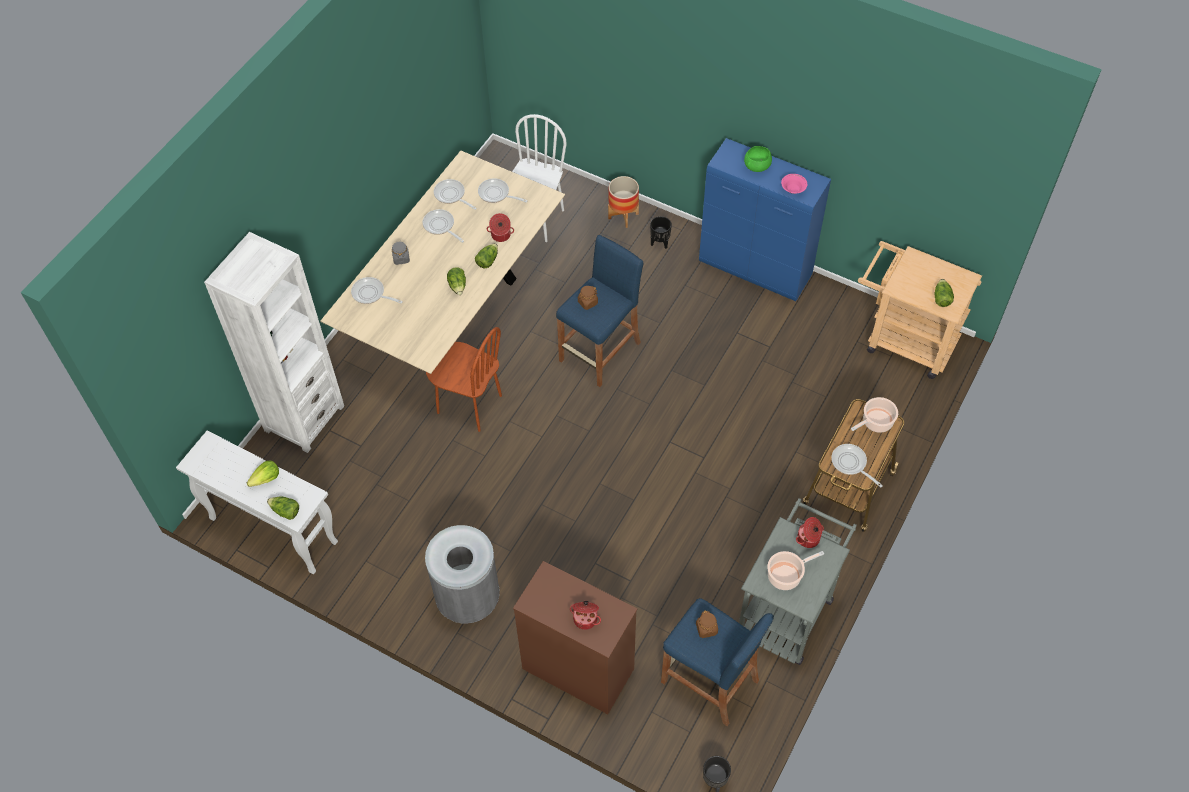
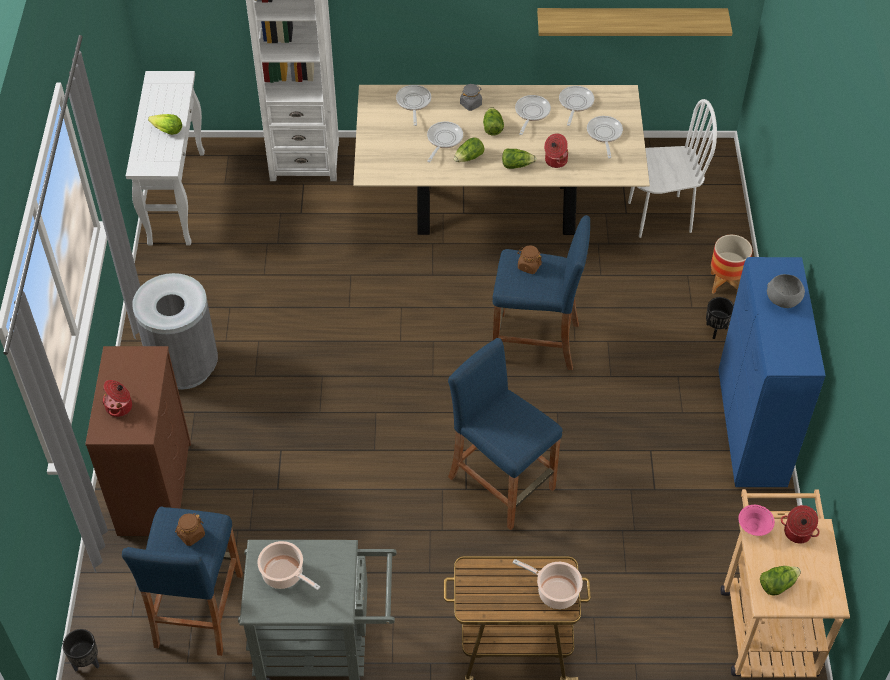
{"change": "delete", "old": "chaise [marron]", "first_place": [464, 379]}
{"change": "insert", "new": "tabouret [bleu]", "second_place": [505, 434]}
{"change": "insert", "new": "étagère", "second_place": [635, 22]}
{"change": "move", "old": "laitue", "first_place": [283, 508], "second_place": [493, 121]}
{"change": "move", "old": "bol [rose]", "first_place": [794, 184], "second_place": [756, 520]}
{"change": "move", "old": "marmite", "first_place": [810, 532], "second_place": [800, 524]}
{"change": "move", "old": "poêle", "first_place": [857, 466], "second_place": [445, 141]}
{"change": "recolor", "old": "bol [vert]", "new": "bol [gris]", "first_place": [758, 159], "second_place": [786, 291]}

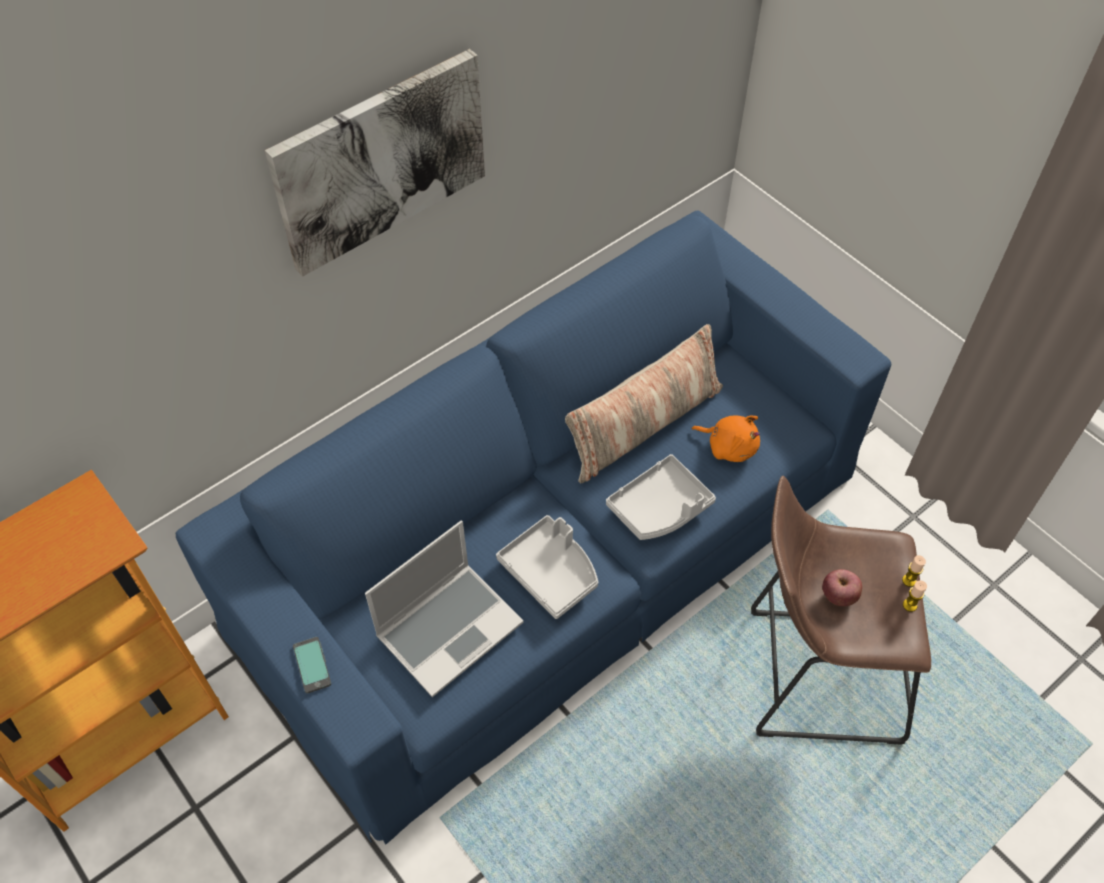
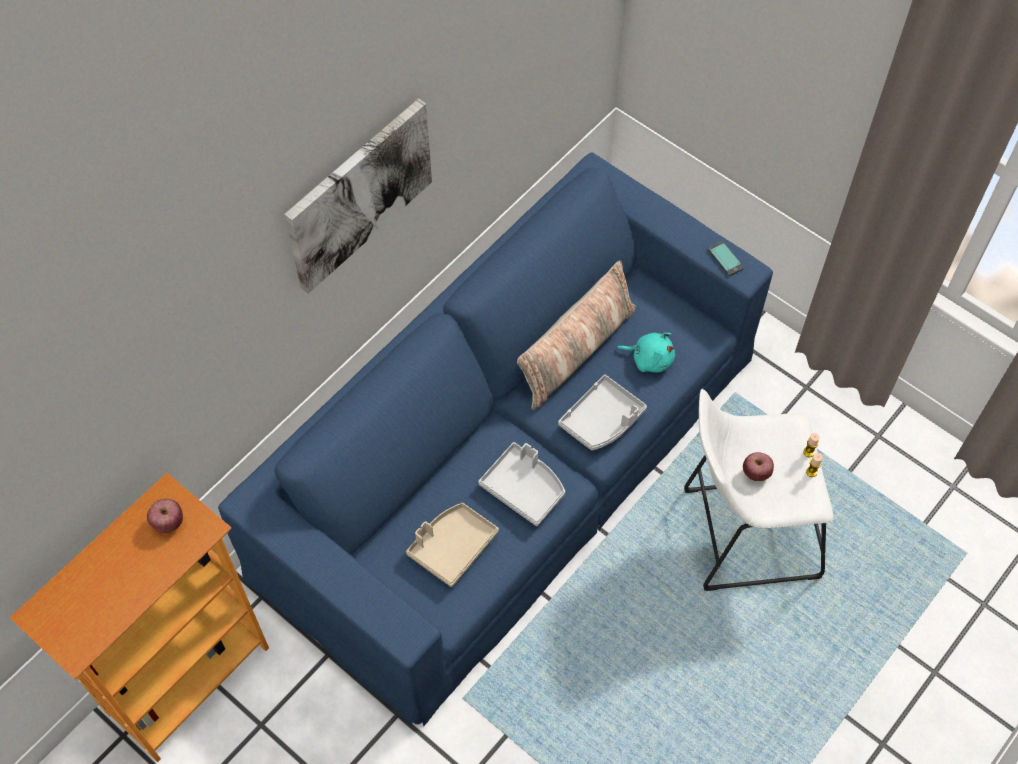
{"change": "insert", "new": "pomme", "second_place": [165, 516]}
{"change": "move", "old": "téléphone", "first_place": [312, 665], "second_place": [726, 258]}
{"change": "replace", "old": "ordinateur portable", "new": "plateau [beige]", "first_place": [444, 609], "second_place": [452, 545]}
{"change": "recolor", "old": "peluche [orange]", "new": "peluche [turquoise]", "first_place": [726, 438], "second_place": [645, 352]}
{"change": "recolor", "old": "tabouret [marron]", "new": "tabouret [blanc]", "first_place": [841, 610], "second_place": [759, 490]}

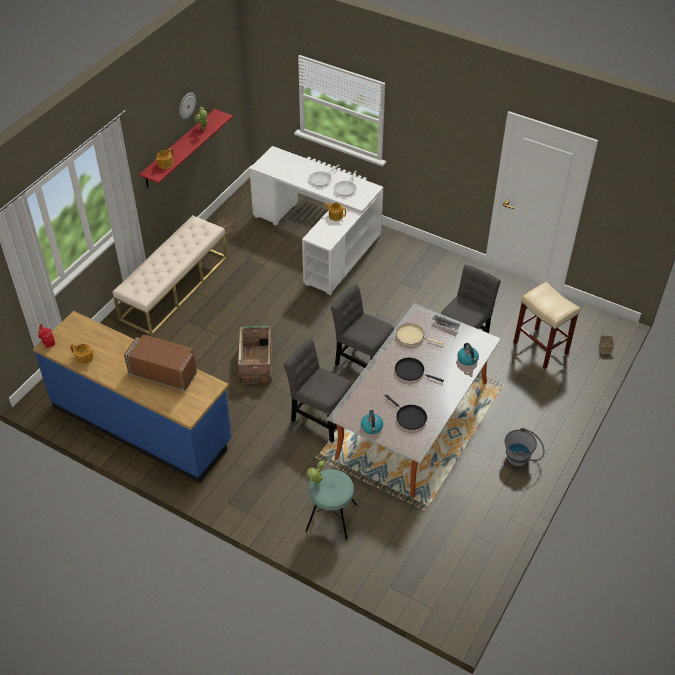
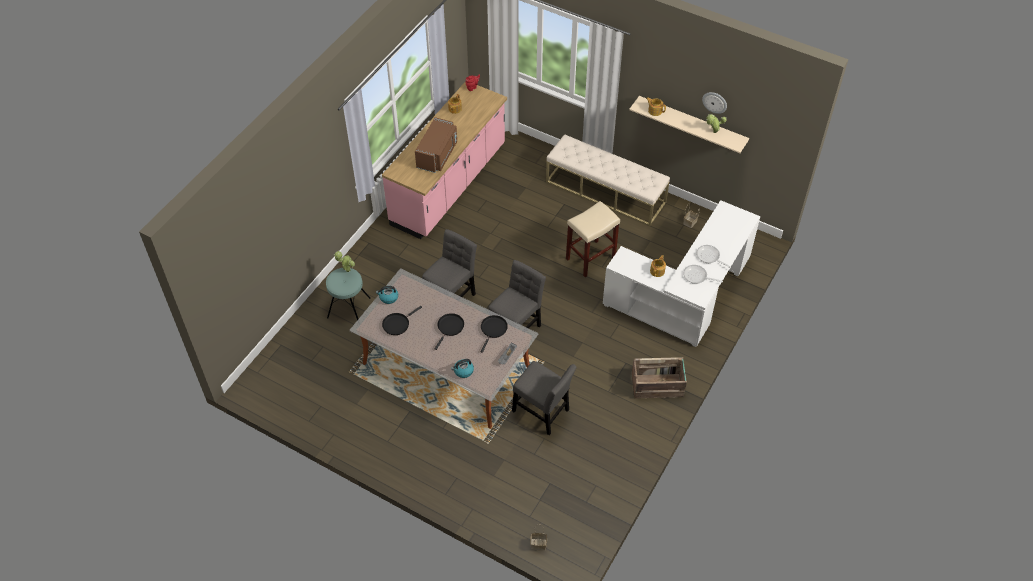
{"change": "delete", "old": "seau [gris]", "first_place": [525, 447]}
{"change": "move", "old": "caisse", "first_place": [255, 354], "second_place": [659, 377]}
{"change": "move", "old": "tabouret [beige]", "first_place": [546, 325], "second_place": [593, 239]}
{"change": "recolor", "old": "comptoir de cuisine [bleu]", "new": "comptoir de cuisine [rose]", "first_place": [132, 397], "second_place": [444, 160]}
{"change": "recolor", "old": "étagère [rouge]", "new": "étagère [beige]", "first_place": [186, 148], "second_place": [689, 124]}
{"change": "recolor", "old": "poêle [beige]", "new": "poêle [noir]", "first_place": [420, 334], "second_place": [494, 334]}

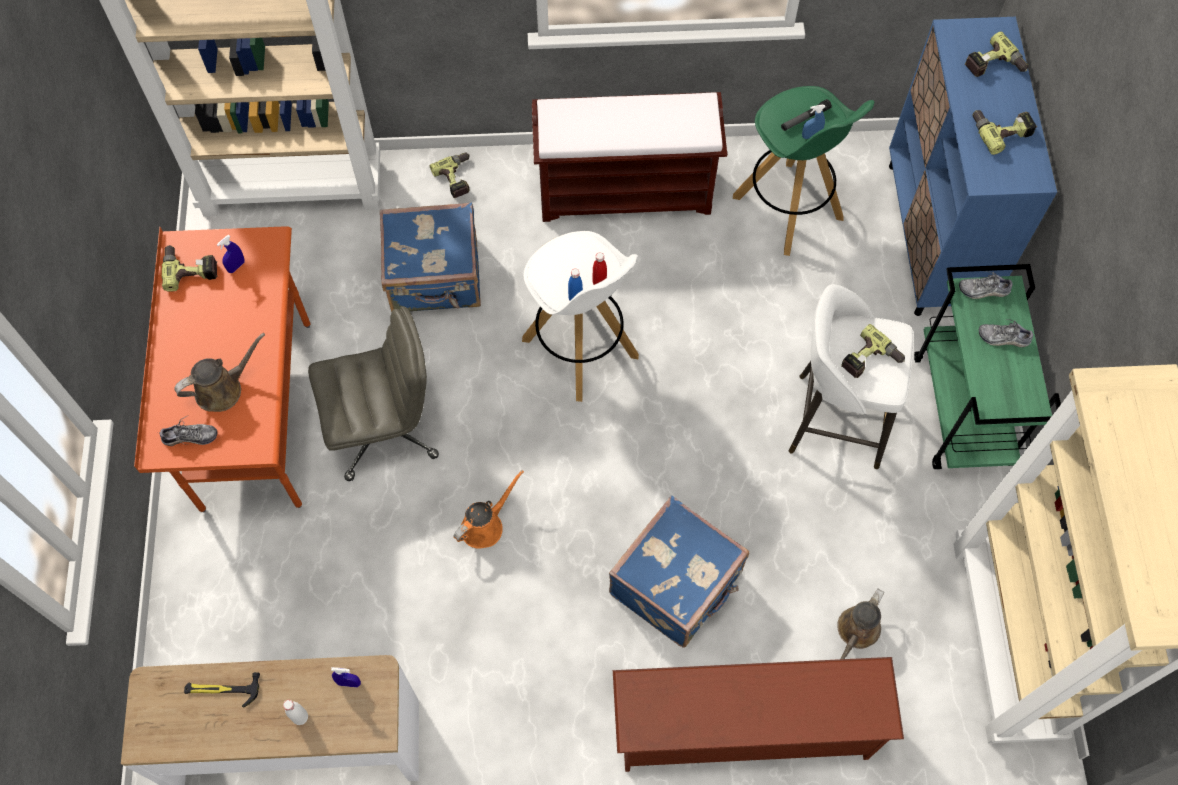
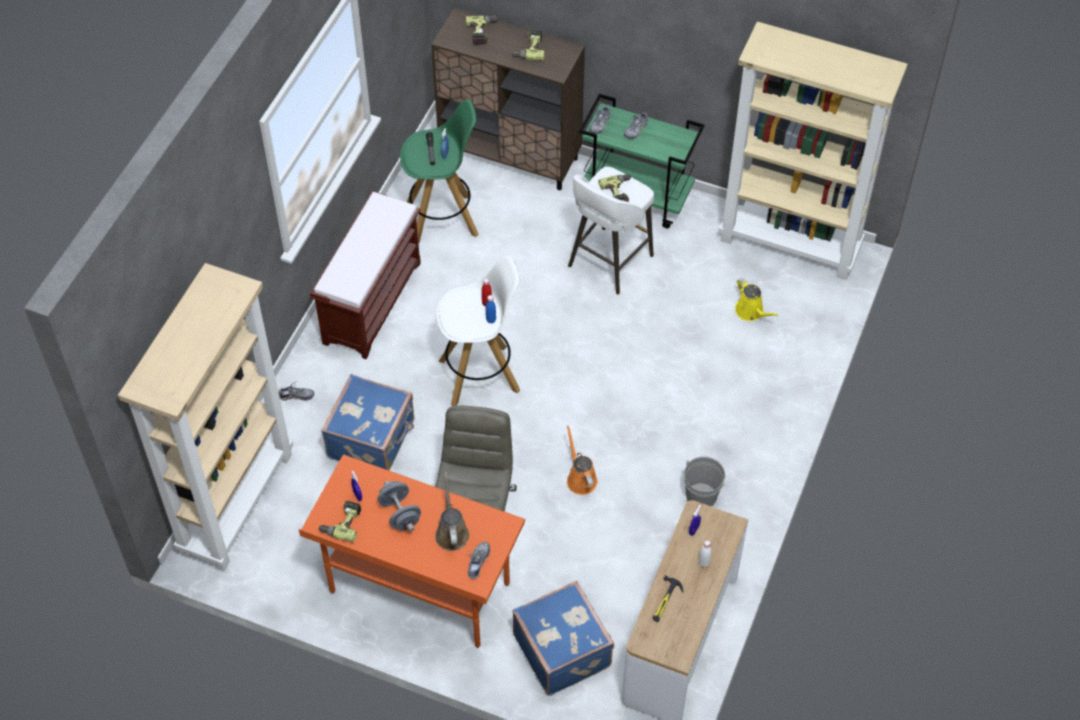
{"change": "delete", "old": "étagère à chaussures [marron]", "first_place": [758, 714]}
{"change": "insert", "new": "haltère [gris]", "second_place": [399, 506]}
{"change": "insert", "new": "seau [gris]", "second_place": [705, 481]}
{"change": "move", "old": "valise [bleu]", "first_place": [679, 572], "second_place": [563, 638]}
{"change": "replace", "old": "perceuse", "new": "chaussure", "first_place": [449, 175], "second_place": [296, 391]}
{"change": "recolor", "old": "arrosoir [marron]", "new": "arrosoir [jaune]", "first_place": [860, 623], "second_place": [756, 299]}
{"change": "recolor", "old": "meuble de rangement [bleu]", "new": "meuble de rangement [marron]", "first_place": [973, 166], "second_place": [508, 99]}

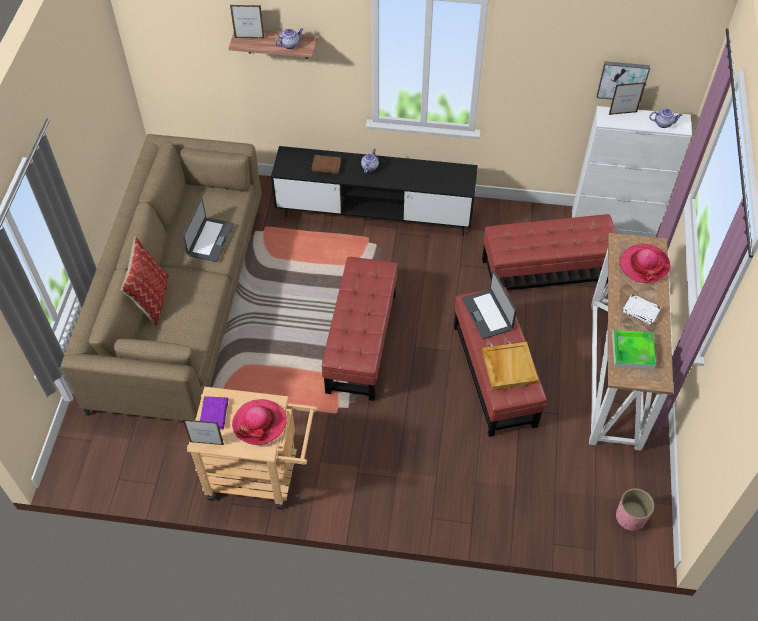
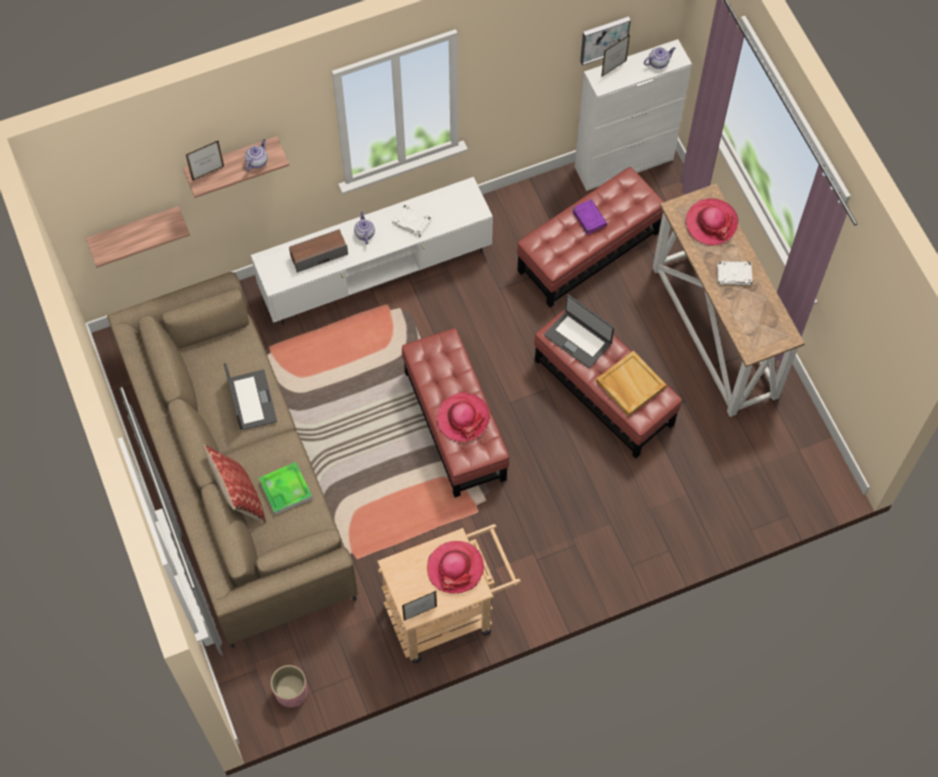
{"change": "insert", "new": "étagère", "second_place": [138, 237]}
{"change": "insert", "new": "livre [blanc]", "second_place": [412, 221]}
{"change": "insert", "new": "chapeau", "second_place": [463, 417]}
{"change": "move", "old": "livre [violet]", "first_place": [214, 413], "second_place": [589, 216]}
{"change": "move", "old": "plateau", "first_place": [634, 350], "second_place": [286, 488]}
{"change": "move", "old": "cache-pot [rose]", "first_place": [635, 509], "second_place": [289, 686]}
{"change": "replace", "old": "livre [marron]", "new": "enceinte", "first_place": [326, 164], "second_place": [318, 251]}
{"change": "recolor", "old": "meuble télé [noir]", "new": "meuble télé [blanc]", "first_place": [374, 191], "second_place": [372, 251]}

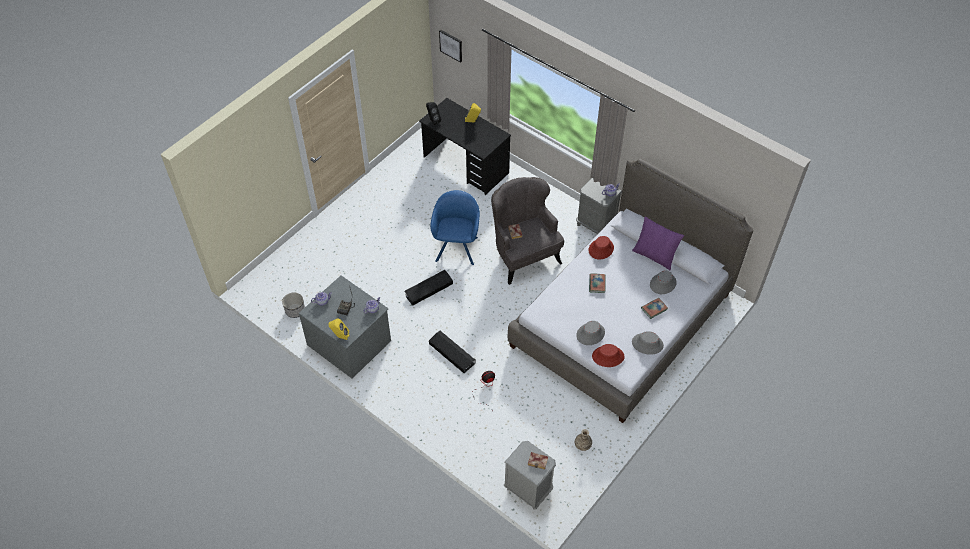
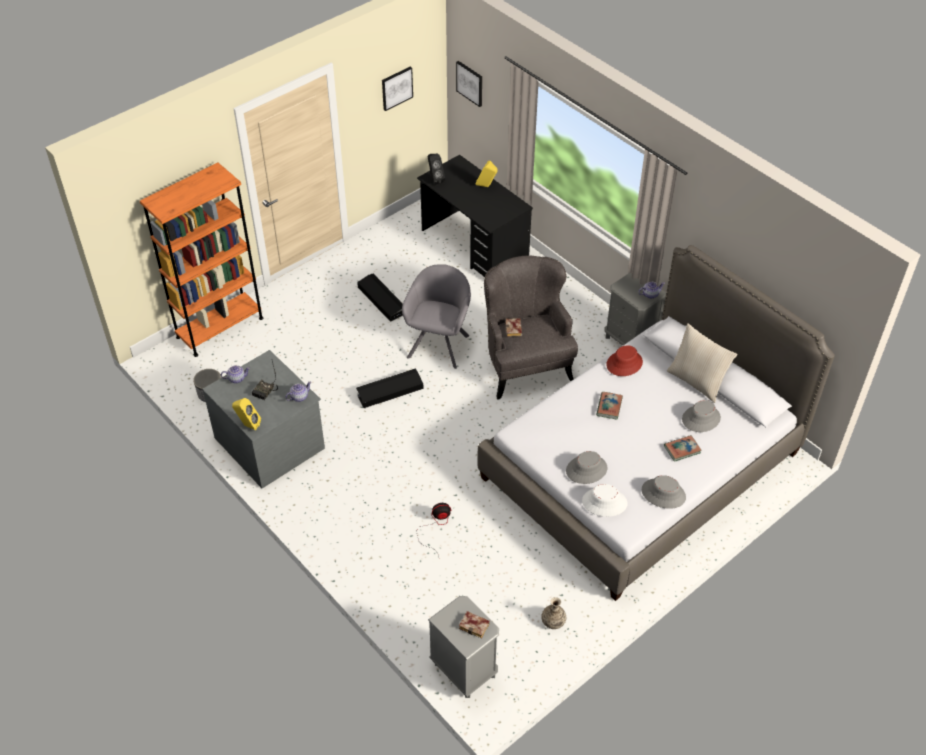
{"change": "insert", "new": "bibliothèque [orange]", "second_place": [201, 260]}
{"change": "insert", "new": "tableau", "second_place": [397, 89]}
{"change": "move", "old": "boîte de rangement [noir]", "first_place": [452, 352], "second_place": [380, 298]}
{"change": "recolor", "old": "fauteuil [bleu]", "new": "fauteuil [gris]", "first_place": [455, 227], "second_place": [436, 316]}
{"change": "recolor", "old": "chapeau [rouge]", "new": "chapeau [blanc]", "first_place": [608, 355], "second_place": [605, 500]}
{"change": "recolor", "old": "coussin [violet]", "new": "coussin [beige]", "first_place": [658, 243], "second_place": [702, 363]}

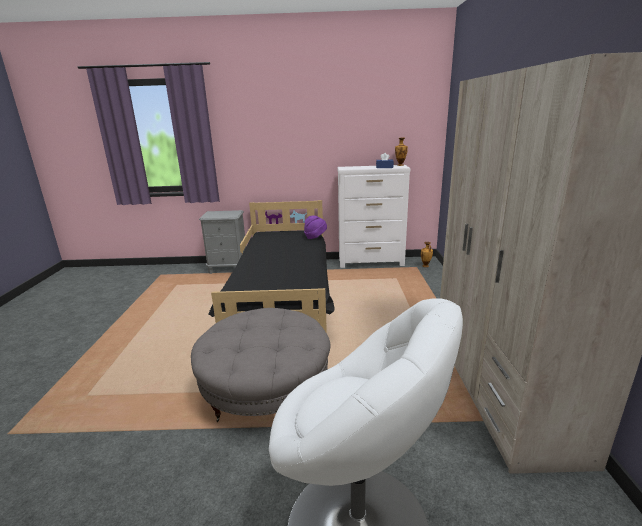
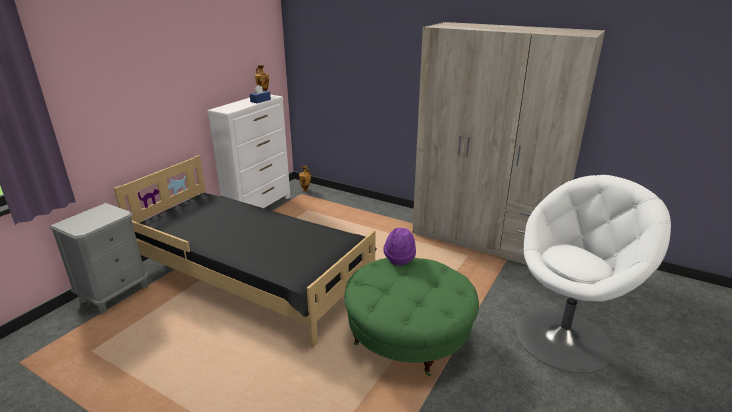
{"change": "move", "old": "chapeau [violet]", "first_place": [315, 227], "second_place": [399, 246]}
{"change": "recolor", "old": "pouf [gris]", "new": "pouf [vert]", "first_place": [260, 365], "second_place": [411, 317]}

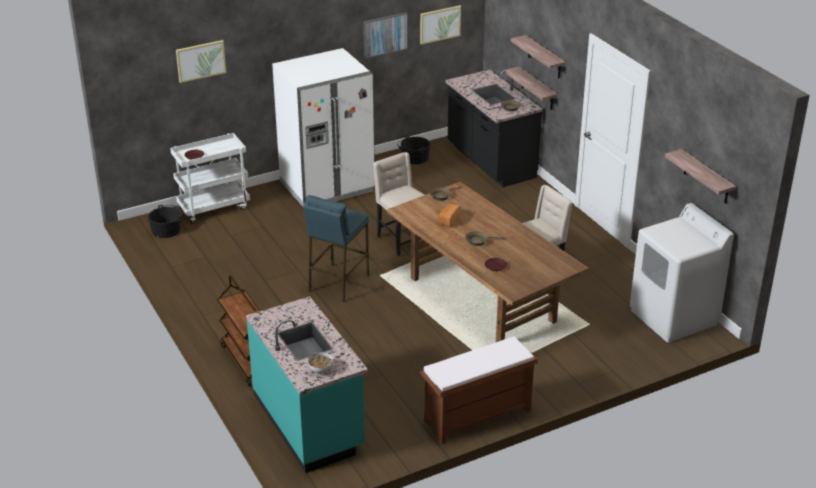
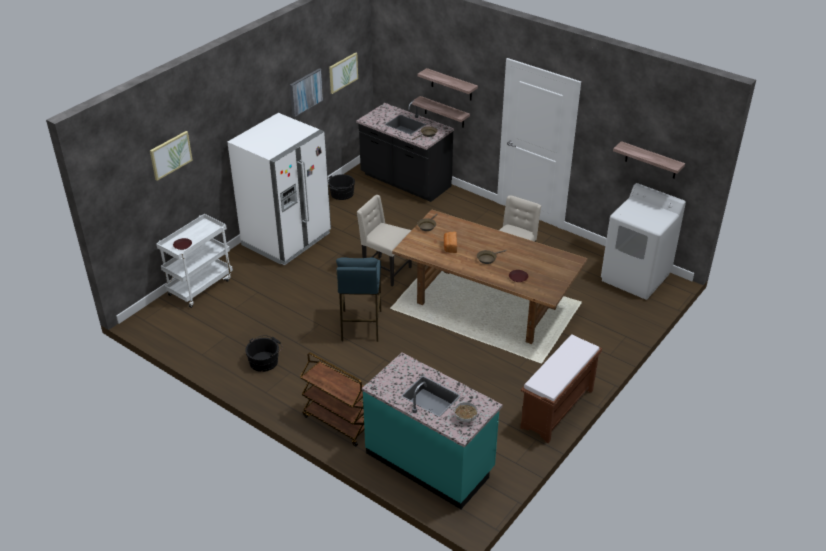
{"change": "move", "old": "seau [noir]", "first_place": [166, 221], "second_place": [264, 353]}

